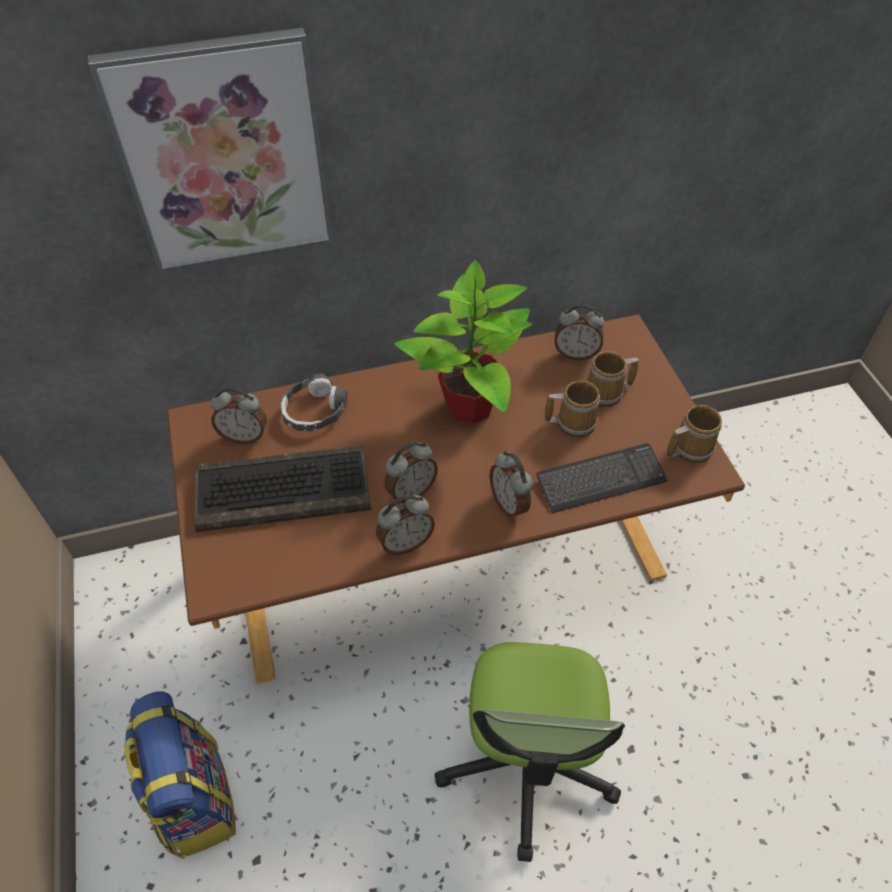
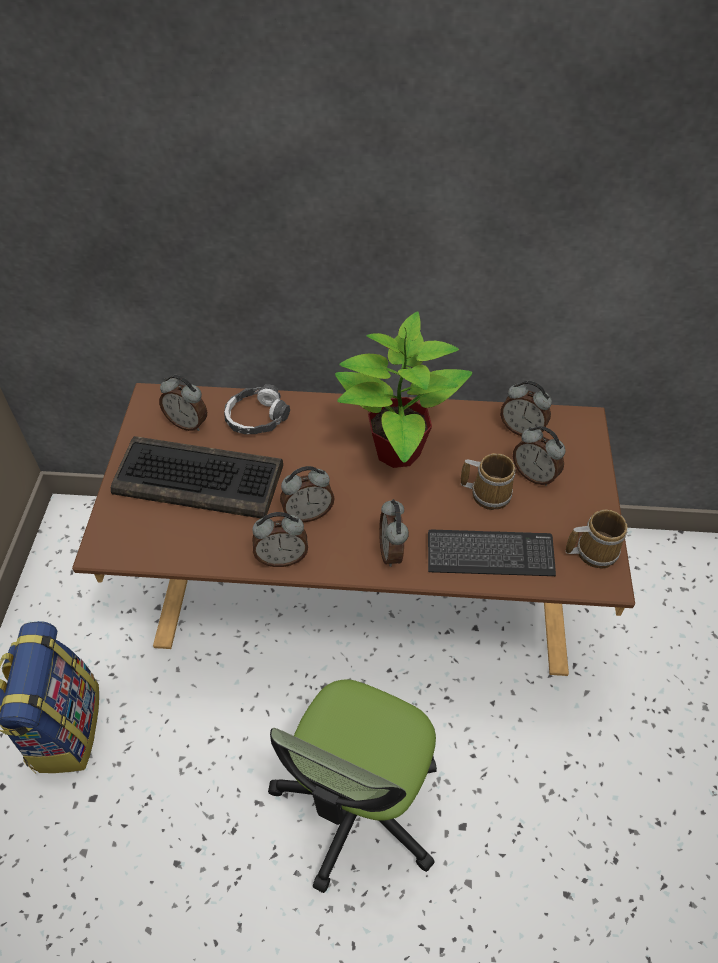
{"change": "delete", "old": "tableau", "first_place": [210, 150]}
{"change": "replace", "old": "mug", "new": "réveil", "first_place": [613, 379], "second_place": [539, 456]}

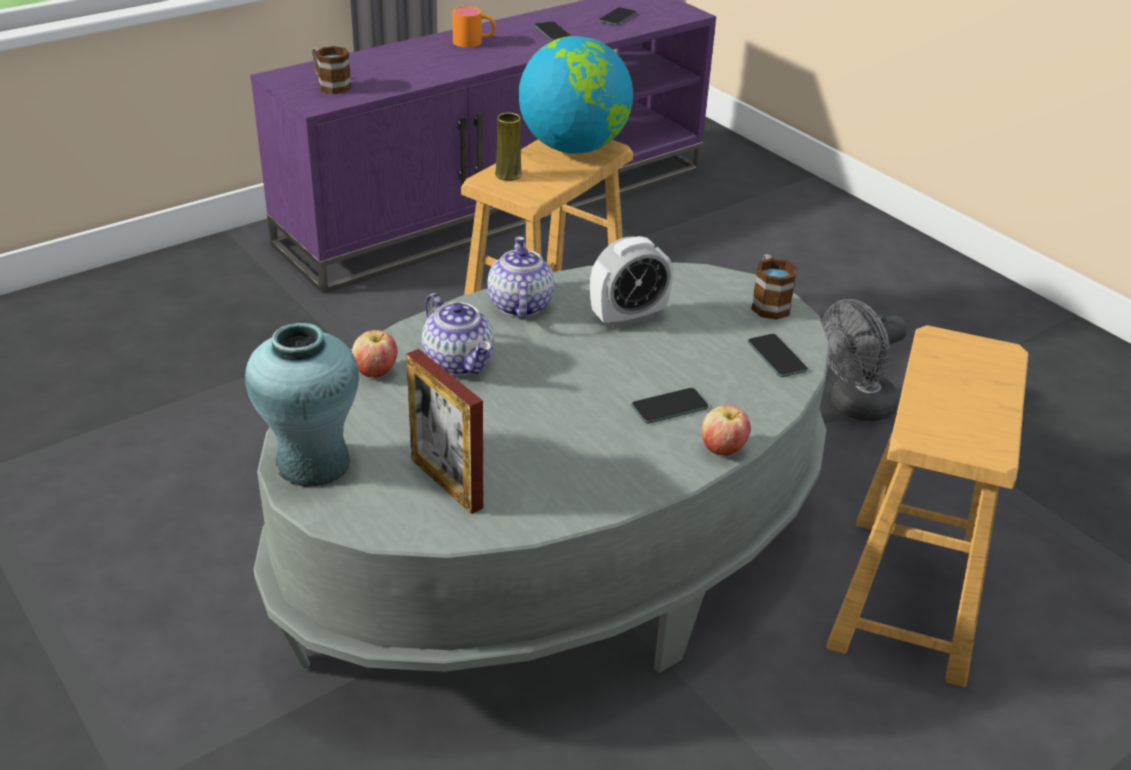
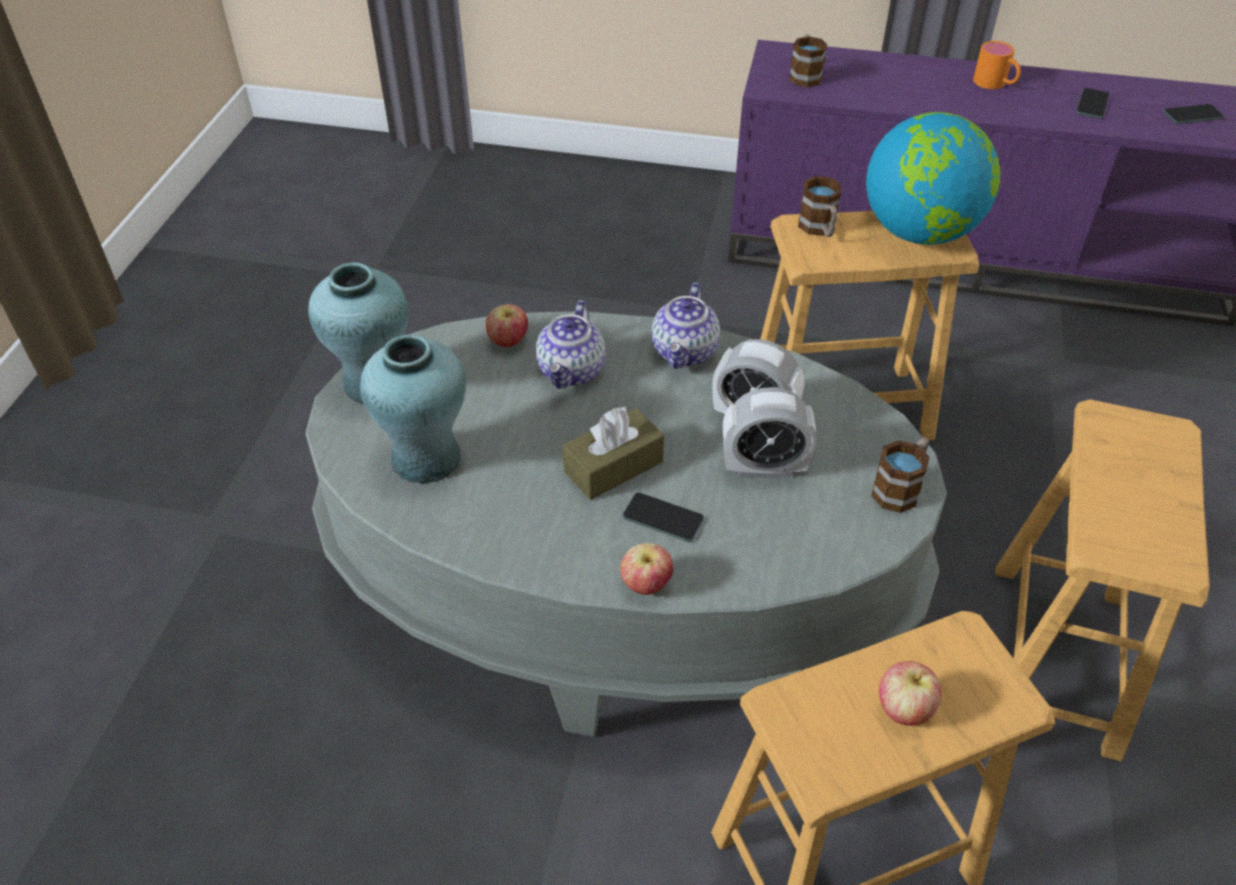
{"change": "delete", "old": "téléphone", "first_place": [778, 355]}
{"change": "insert", "new": "boîte à mouchoirs [marron]", "second_place": [613, 453]}
{"change": "insert", "new": "réveil", "second_place": [770, 432]}
{"change": "insert", "new": "pomme", "second_place": [910, 693]}
{"change": "replace", "old": "cadre photo", "new": "vase [turquoise]", "first_place": [444, 431], "second_place": [413, 409]}
{"change": "replace", "old": "vase [jaune]", "new": "mug", "first_place": [508, 147], "second_place": [820, 206]}
{"change": "replace", "old": "ventilateur [gris]", "new": "tabouret [marron]", "first_place": [864, 360], "second_place": [1102, 580]}
{"change": "rotate", "old": "théière", "first_place": [520, 277], "second_place": [686, 325], "degrees": 150}

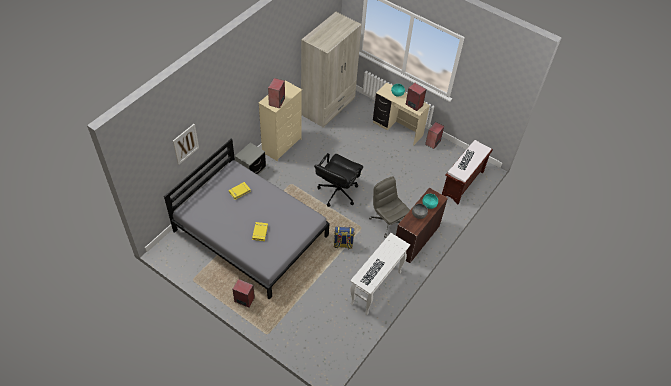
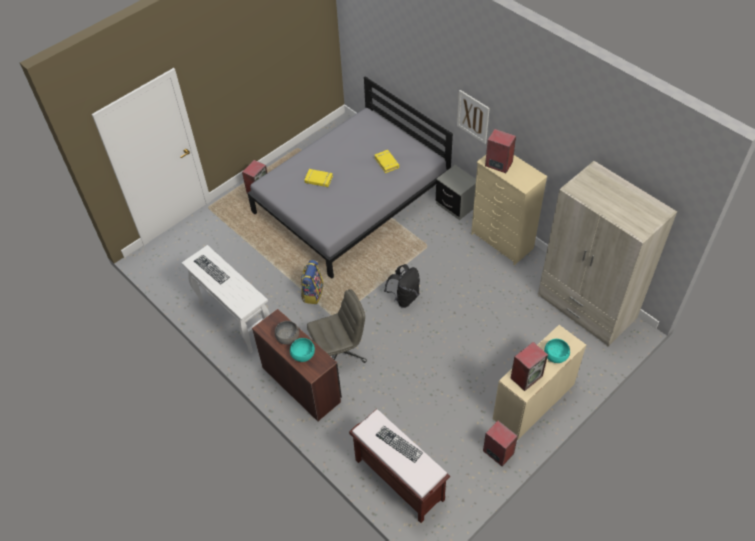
{"change": "move", "old": "tableau", "first_place": [186, 144], "second_place": [473, 117]}
{"change": "replace", "old": "chaise de bureau [noir]", "new": "sac à dos [noir]", "first_place": [338, 180], "second_place": [402, 286]}

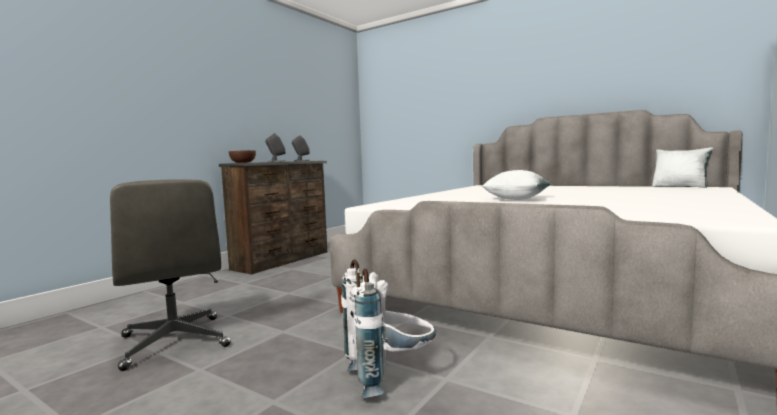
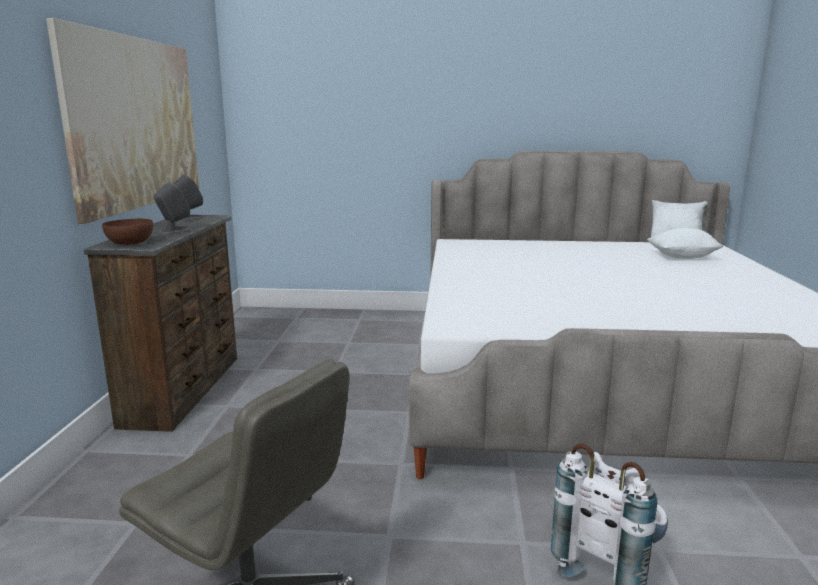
{"change": "insert", "new": "tableau", "second_place": [122, 121]}
{"change": "move", "old": "coussin [blanc]", "first_place": [516, 185], "second_place": [685, 243]}

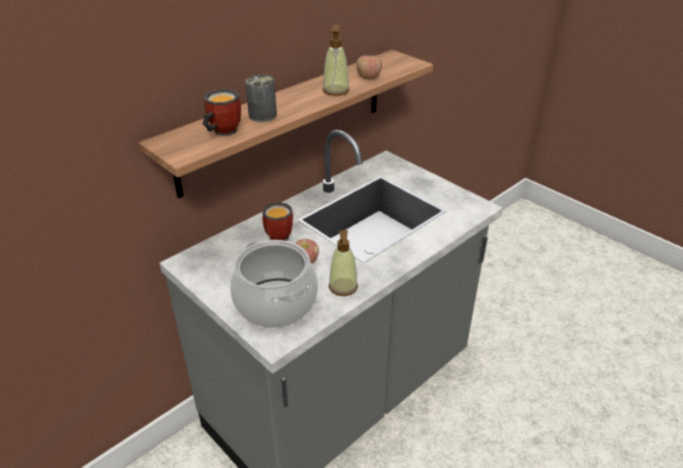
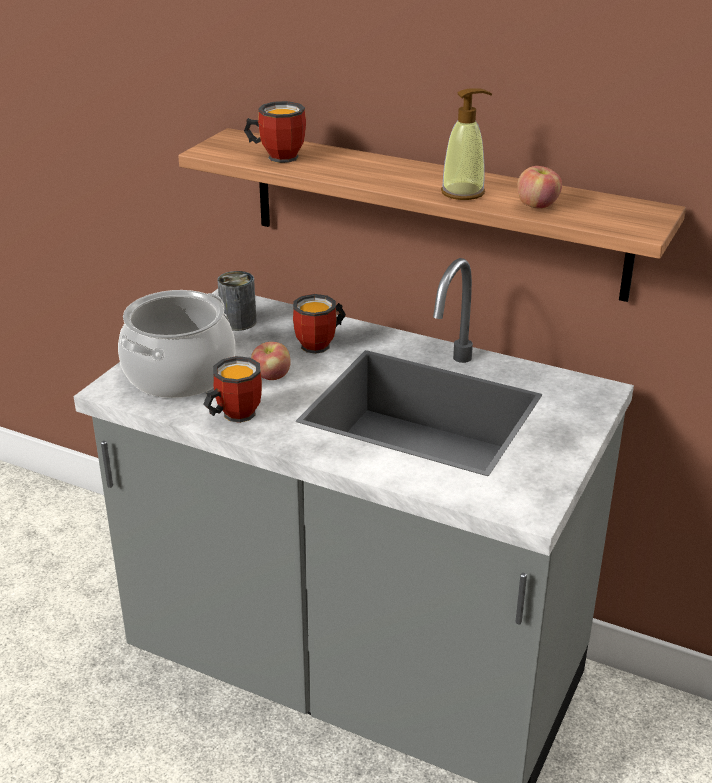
{"change": "move", "old": "boîte métallique", "first_place": [261, 98], "second_place": [237, 301]}
{"change": "replace", "old": "distributeur de savon", "new": "mug", "first_place": [343, 263], "second_place": [232, 389]}

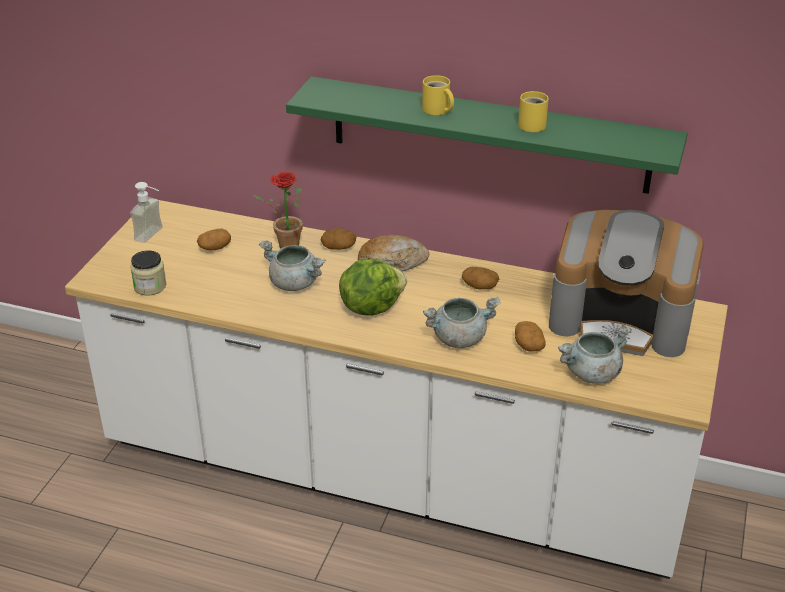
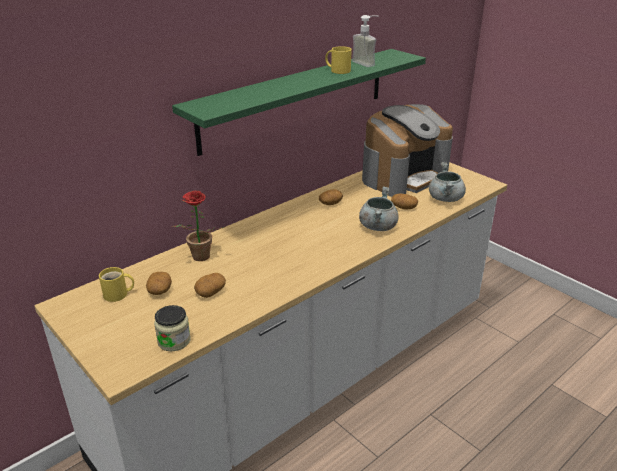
{"change": "delete", "old": "marmite [gris]", "first_place": [292, 265]}
{"change": "delete", "old": "laitue", "first_place": [373, 287]}
{"change": "delete", "old": "pain", "first_place": [393, 253]}
{"change": "move", "old": "distributeur de savon", "first_place": [146, 212], "second_place": [365, 41]}
{"change": "move", "old": "pomme de terre", "first_place": [338, 239], "second_place": [210, 285]}
{"change": "move", "old": "mug [jaune]", "first_place": [438, 95], "second_place": [116, 284]}

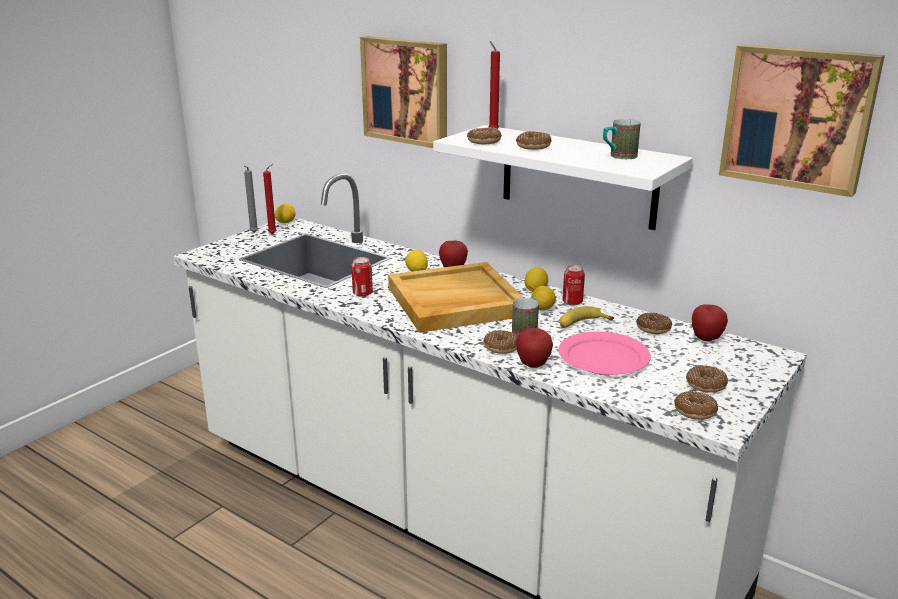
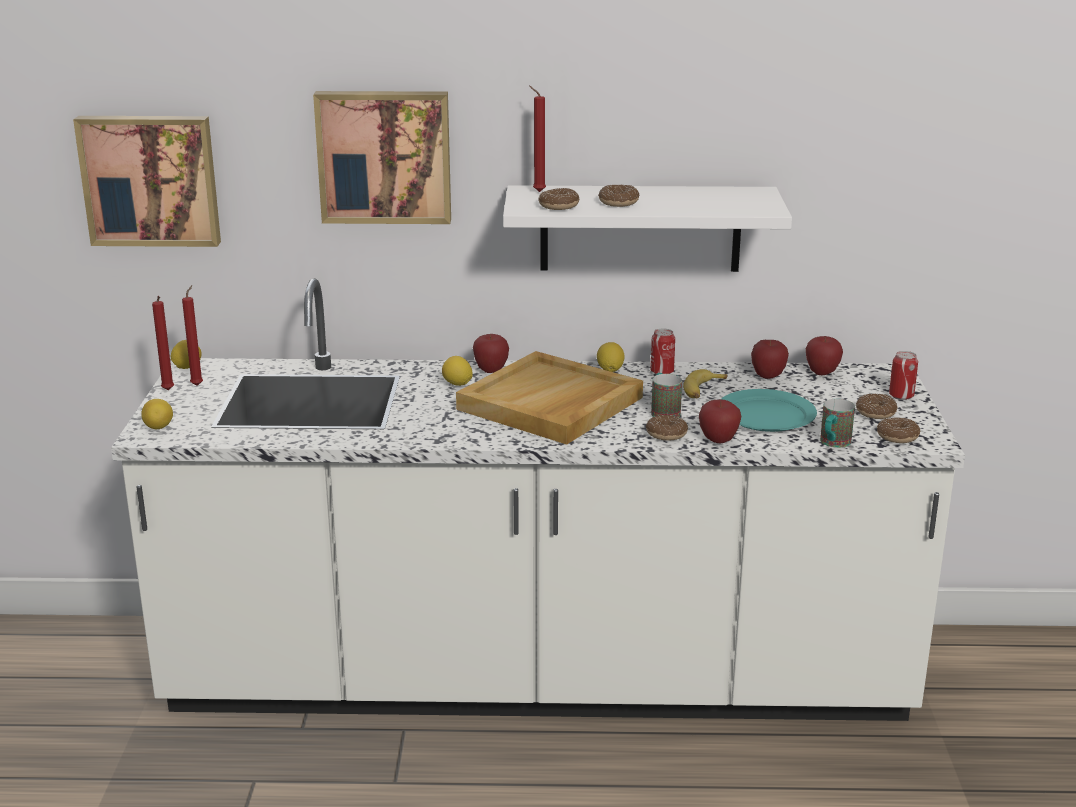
{"change": "move", "old": "boîte métallique", "first_place": [362, 277], "second_place": [903, 375]}
{"change": "move", "old": "citron", "first_place": [543, 298], "second_place": [157, 414]}
{"change": "move", "old": "mug", "first_place": [622, 139], "second_place": [837, 423]}
{"change": "move", "old": "tableau", "first_place": [802, 120], "second_place": [147, 181]}
{"change": "replace", "old": "beignet", "new": "pomme", "first_place": [654, 323], "second_place": [770, 359]}
{"change": "recolor", "old": "bougie [gris]", "new": "bougie [rouge]", "first_place": [251, 199], "second_place": [163, 343]}
{"change": "recolor", "old": "assiette [rose]", "new": "assiette [turquoise]", "first_place": [604, 353], "second_place": [768, 410]}

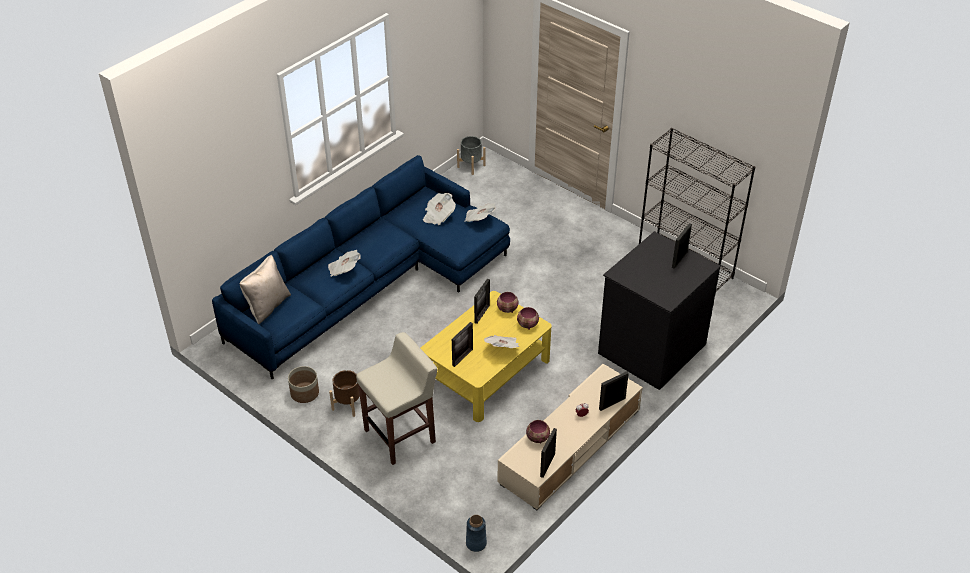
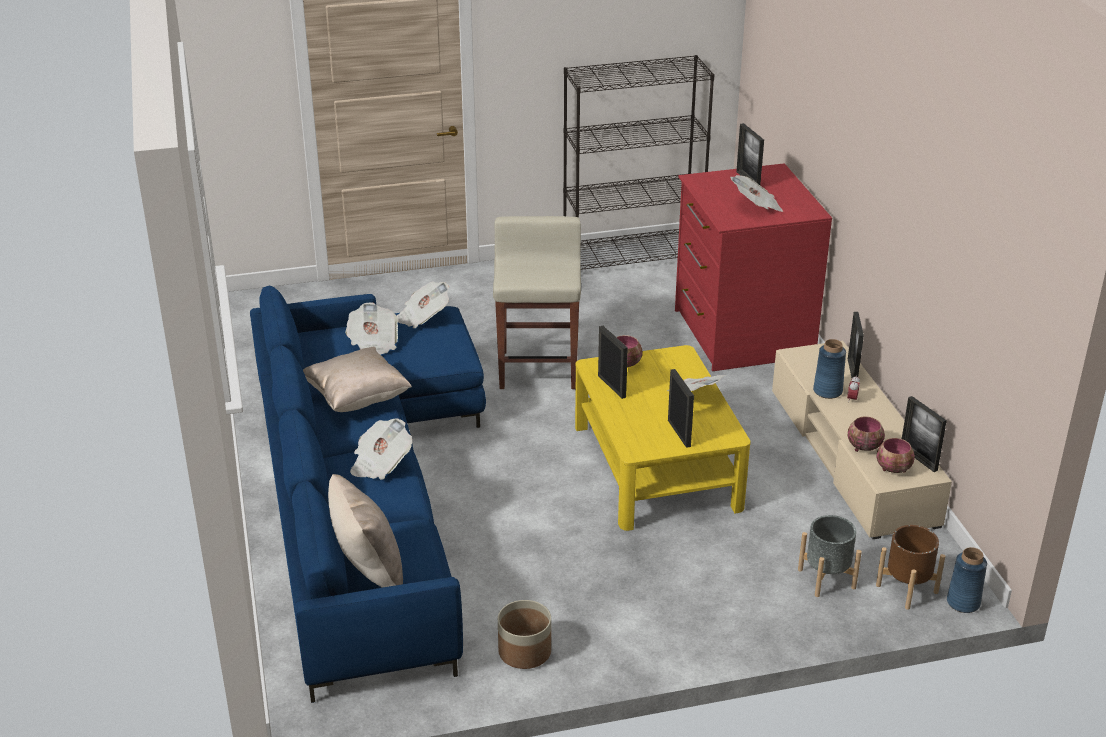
{"change": "insert", "new": "coussin [beige]", "second_place": [357, 379]}
{"change": "insert", "new": "journal", "second_place": [756, 193]}
{"change": "insert", "new": "vase [bleu]", "second_place": [829, 369]}
{"change": "move", "old": "cache-pot [marron]", "first_place": [344, 393], "second_place": [910, 567]}
{"change": "move", "old": "tabouret [beige]", "first_place": [396, 398], "second_place": [537, 302]}
{"change": "move", "old": "cache-pot [gris]", "first_place": [471, 155], "second_place": [830, 556]}
{"change": "move", "old": "bol", "first_place": [528, 318], "second_place": [895, 455]}
{"change": "recolor", "old": "commode [noir]", "new": "commode [rouge]", "first_place": [659, 310], "second_place": [753, 267]}

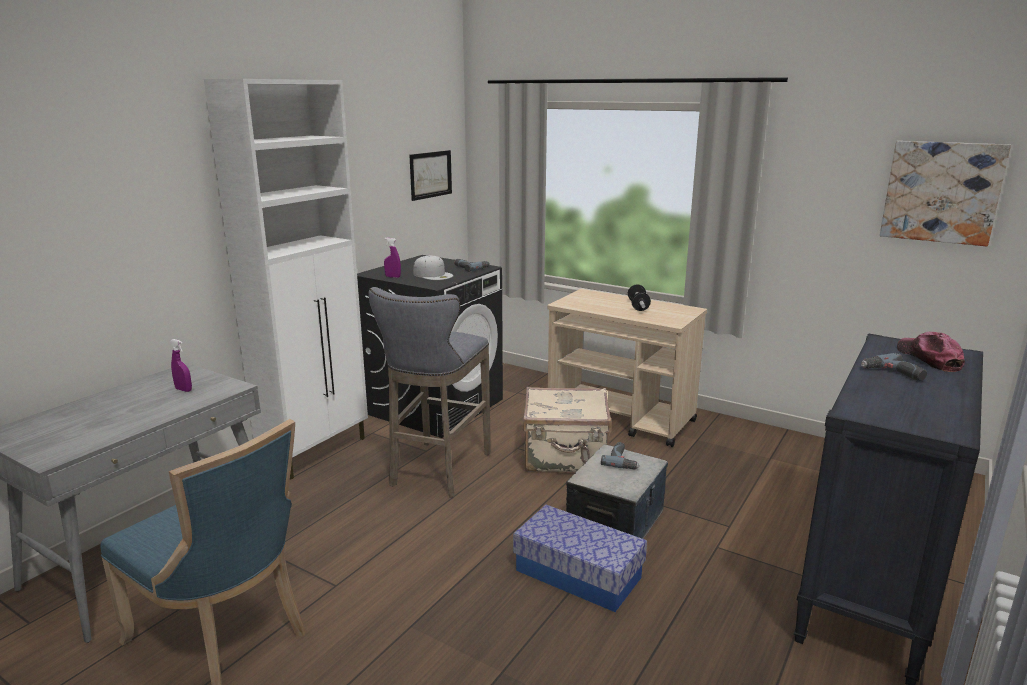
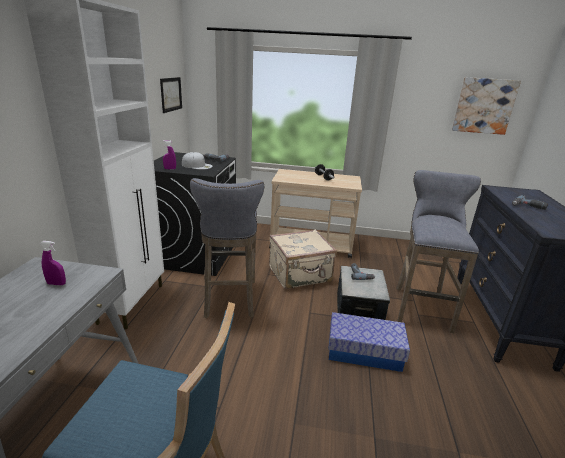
{"change": "delete", "old": "casquette", "first_place": [931, 352]}
{"change": "insert", "new": "tabouret [gris]", "second_place": [438, 251]}

